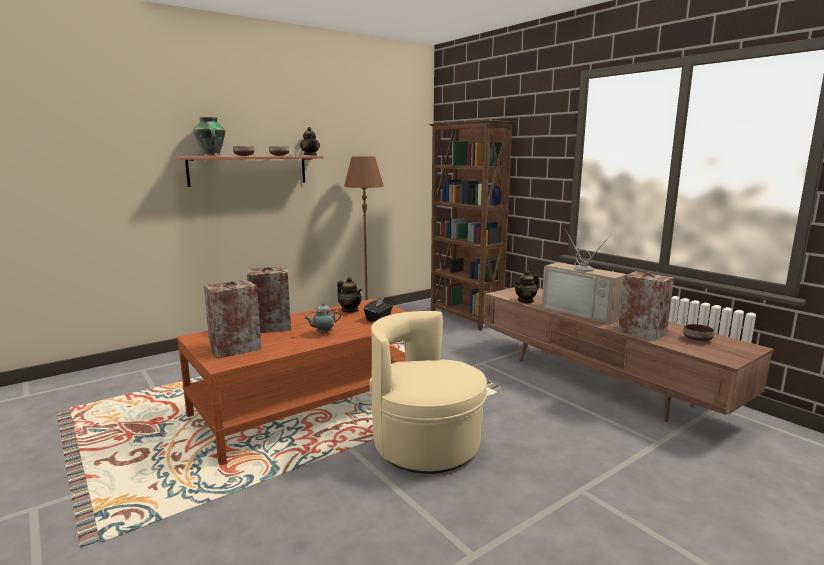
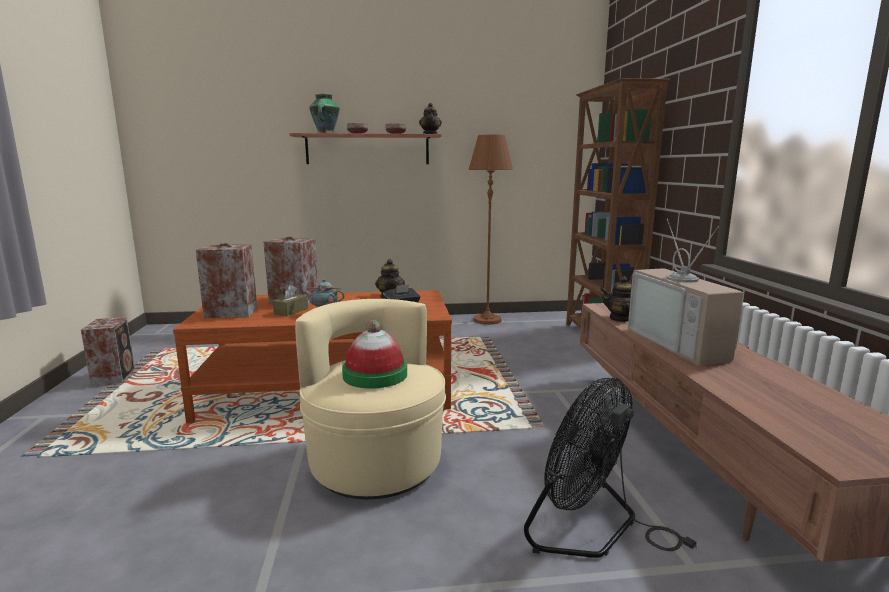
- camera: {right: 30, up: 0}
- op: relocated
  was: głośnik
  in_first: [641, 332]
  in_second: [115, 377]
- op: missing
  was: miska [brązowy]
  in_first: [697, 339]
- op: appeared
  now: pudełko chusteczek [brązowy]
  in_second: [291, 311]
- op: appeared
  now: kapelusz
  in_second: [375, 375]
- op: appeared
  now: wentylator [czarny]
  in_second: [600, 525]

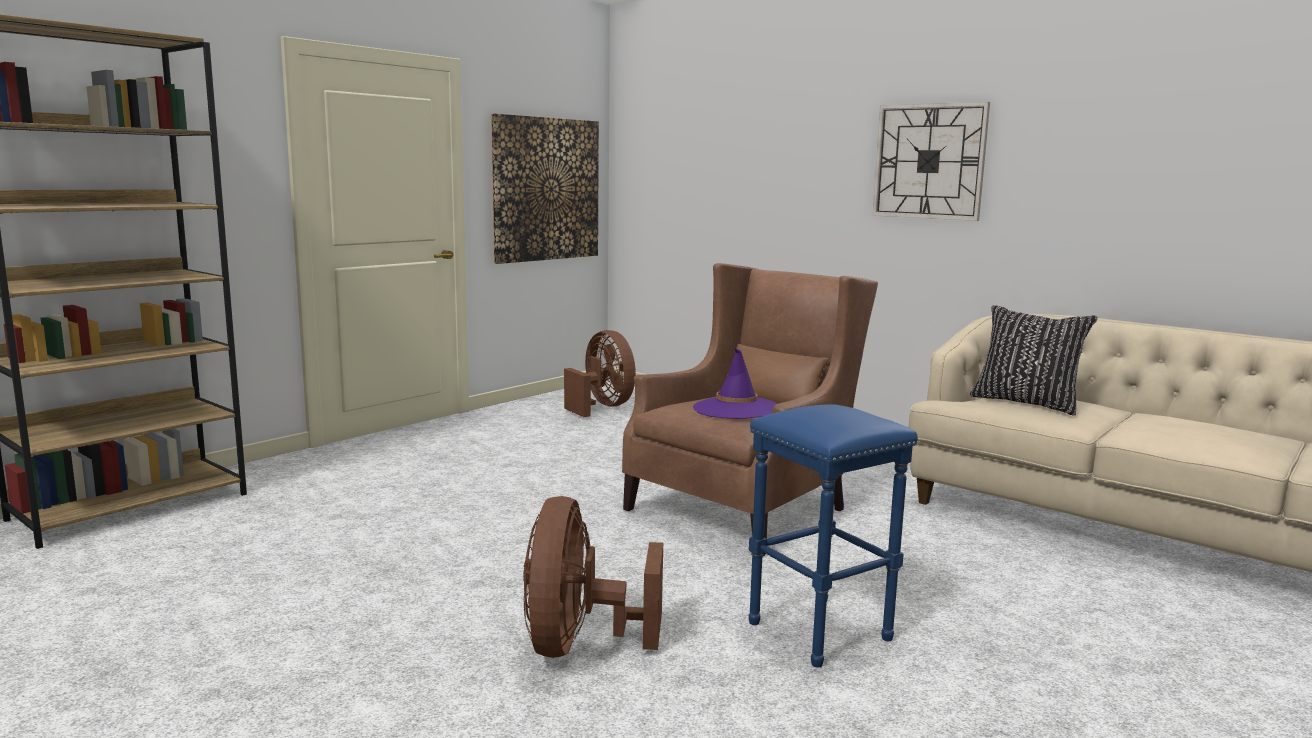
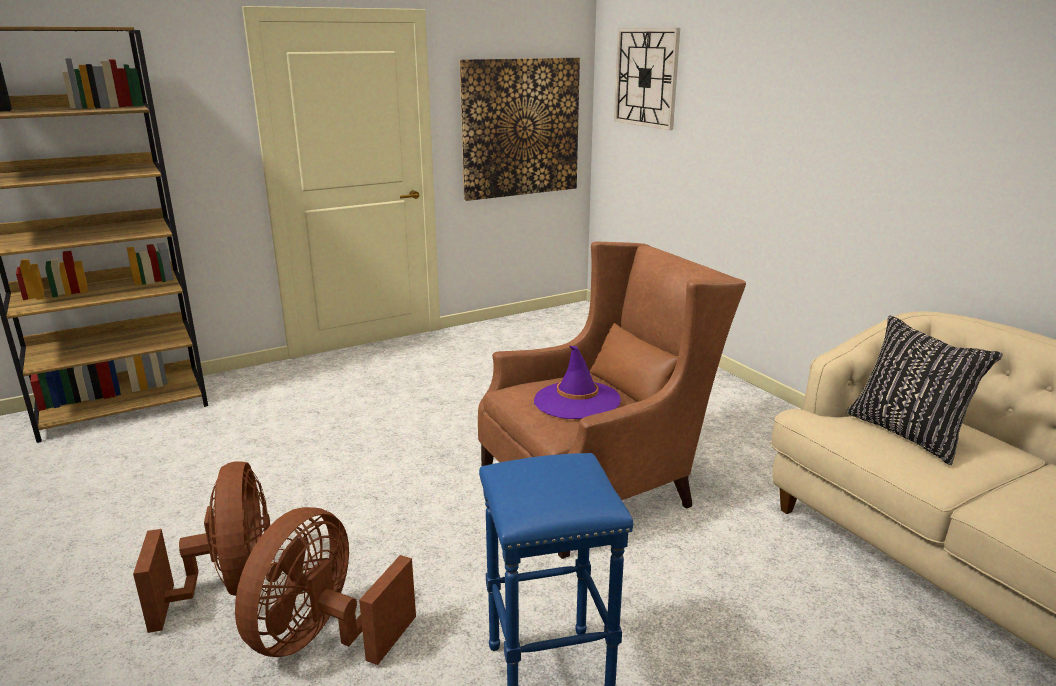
- camera: {right: 20, up: 10}
- op: relocated
  was: wentylator [brązowy]
  in_first: [602, 407]
  in_second: [231, 586]
- op: relocated
  was: zegar ścienny
  in_first: [929, 161]
  in_second: [646, 77]

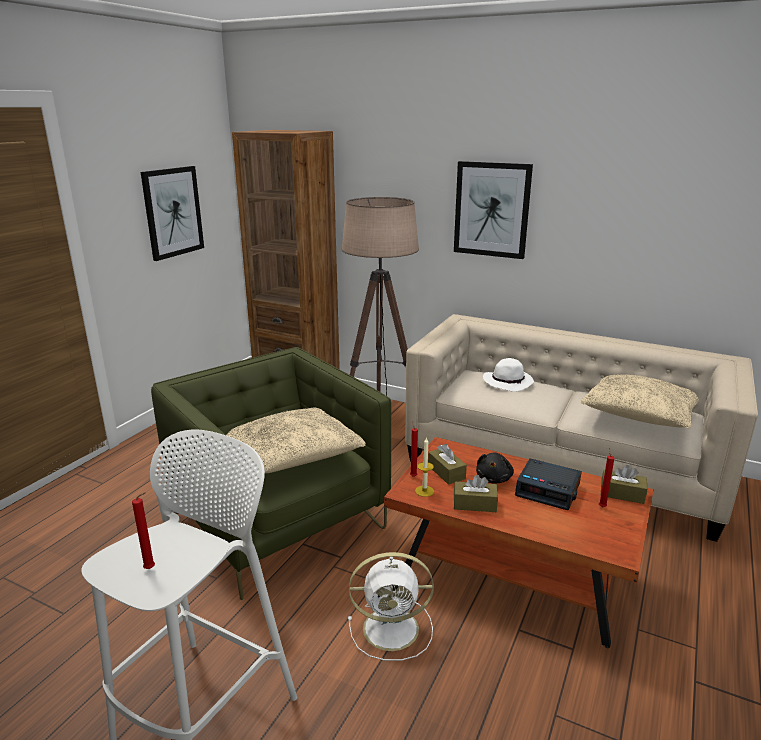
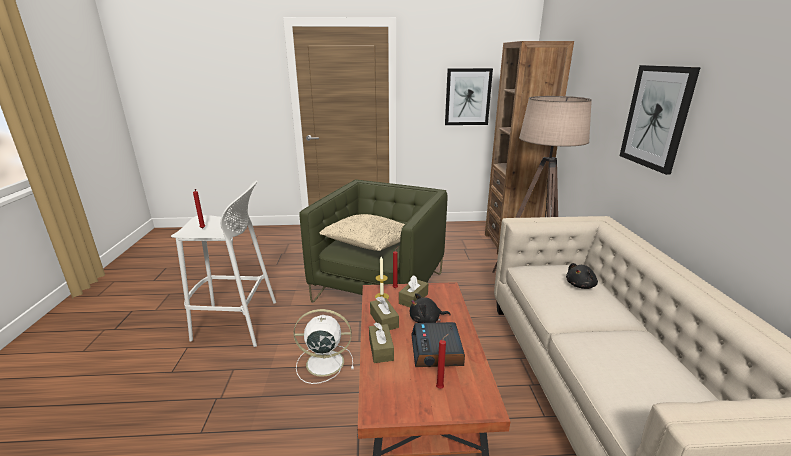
- camera: {right: 60, up: 0}
- op: spun
  was: wentylator [biały]
  in_first: [393, 628]
  in_second: [323, 363]
  clockwise: 120
- op: exchanged
  was: kapelusz [biały]
  now: pluszak [czarny]
  in_first: [508, 382]
  in_second: [581, 285]
- op: missing
  was: poduszka [beżowy]
  in_first: [639, 416]
- op: relocated
  was: pudełko chusteczek [brązowy]
  in_first: [622, 494]
  in_second: [381, 349]

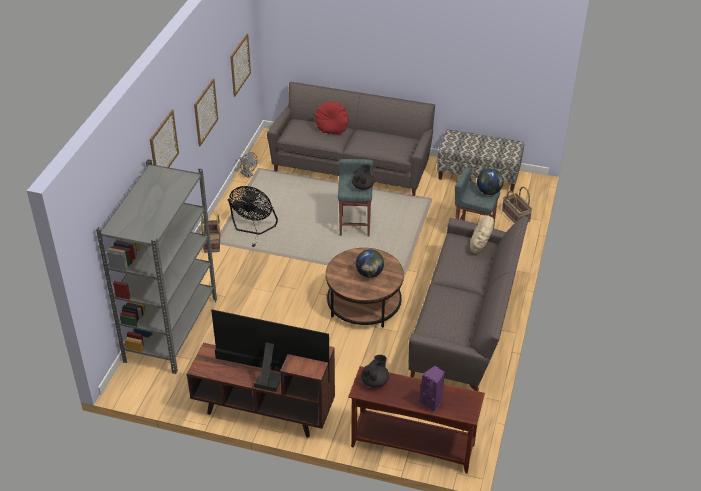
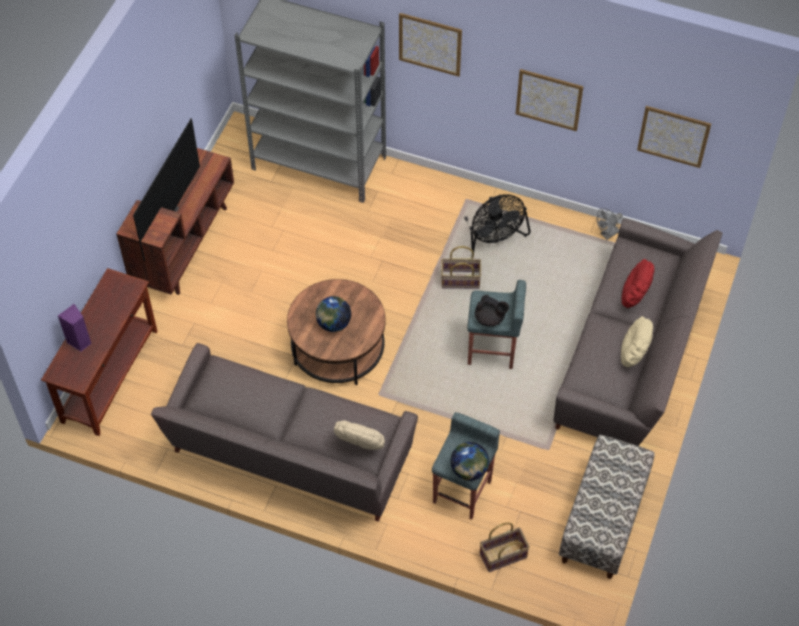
- camera: {right: 95, up: 15}
- op: relocated
  was: koszyk
  in_first: [212, 243]
  in_second: [460, 281]
- op: spun
  was: wentylator [czarny]
  in_first: [252, 229]
  in_second: [491, 237]
  clockwise: 45
- op: missing
  was: imbryk [czarny]
  in_first: [375, 381]
- op: appeared
  now: poduszka [beżowy]
  in_second: [633, 354]

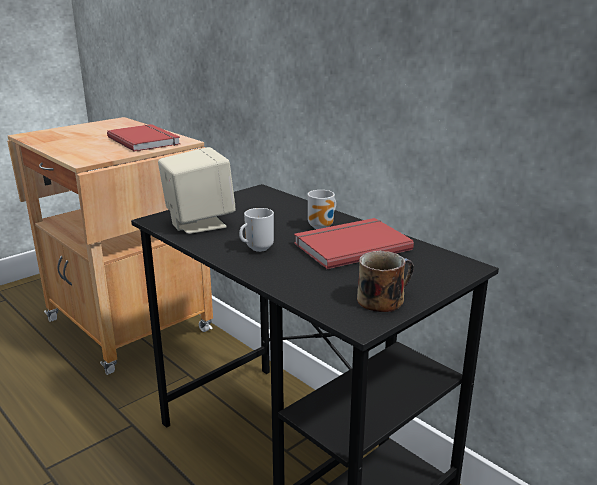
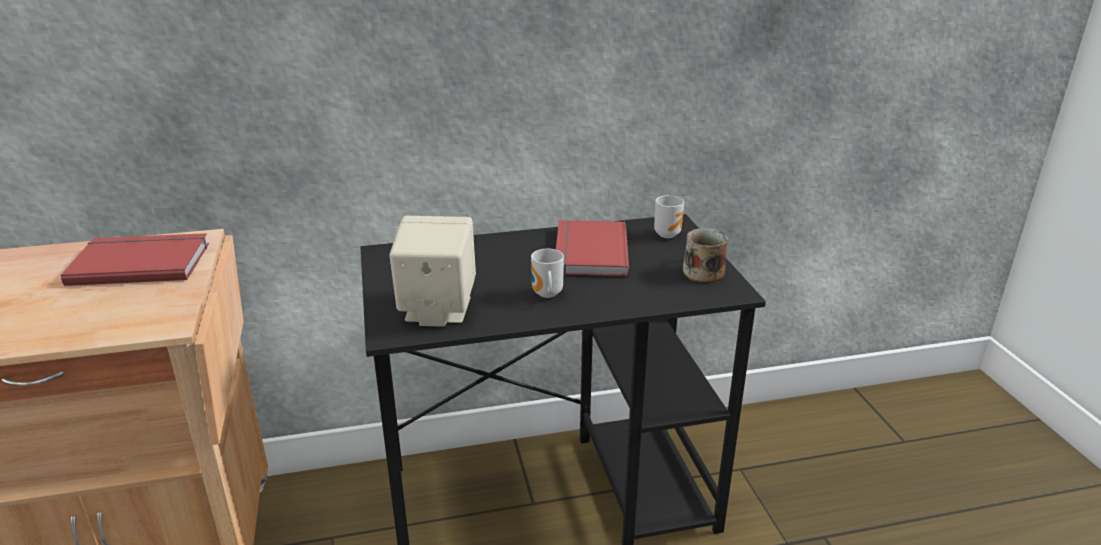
- camera: {right: -60, up: 5}
- op: relocated
  was: kubek
  in_first: [323, 227]
  in_second: [667, 234]

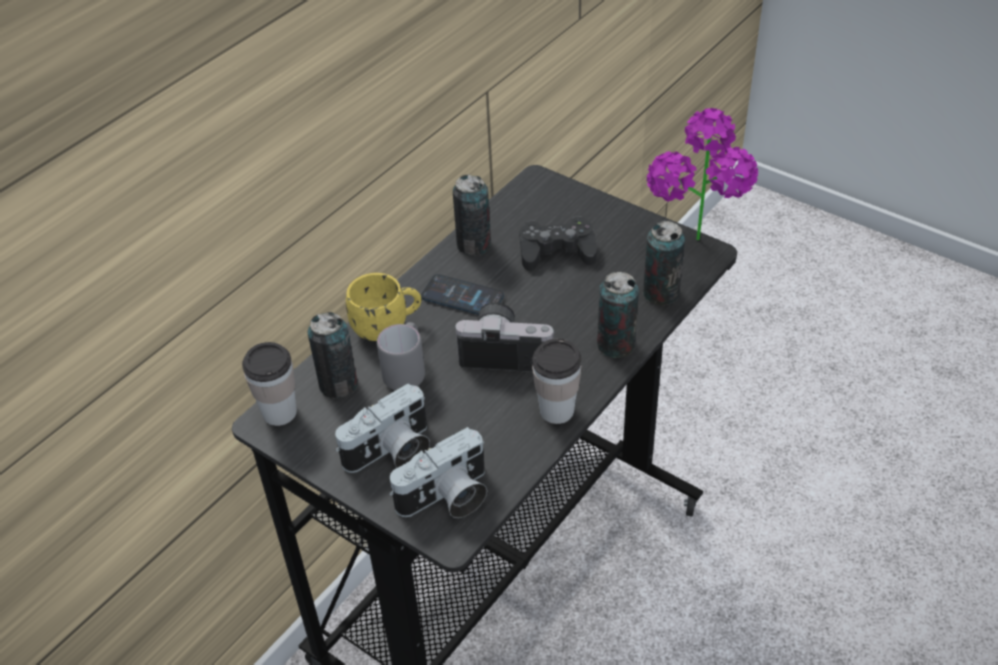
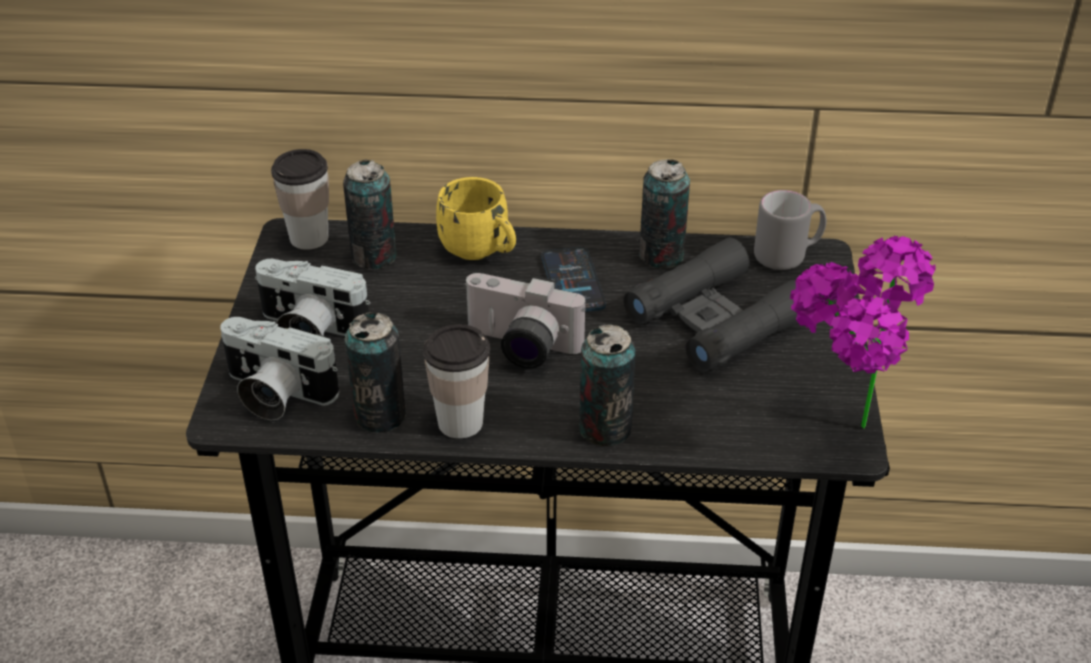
- camera: {right: 55, up: -5}
- op: relocated
  was: kubek [szary]
  in_first: [407, 371]
  in_second: [788, 256]
- op: spun
  was: aparat fotograficzny
  in_first: [507, 351]
  in_second: [519, 347]
  clockwise: 135
- op: exchanged
  was: pad do gier [czarny]
  now: lornetka [czarny]
  in_first: [557, 251]
  in_second: [716, 319]
- op: relocated
  was: puszka
  in_first: [661, 293]
  in_second: [380, 415]

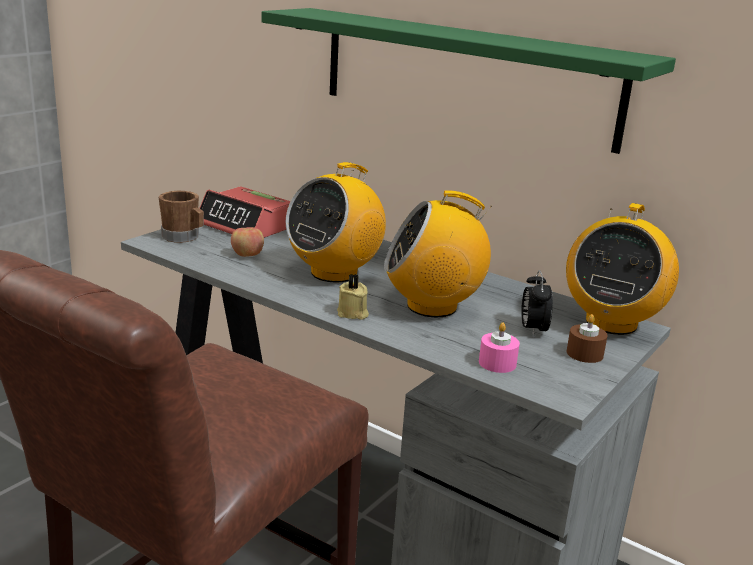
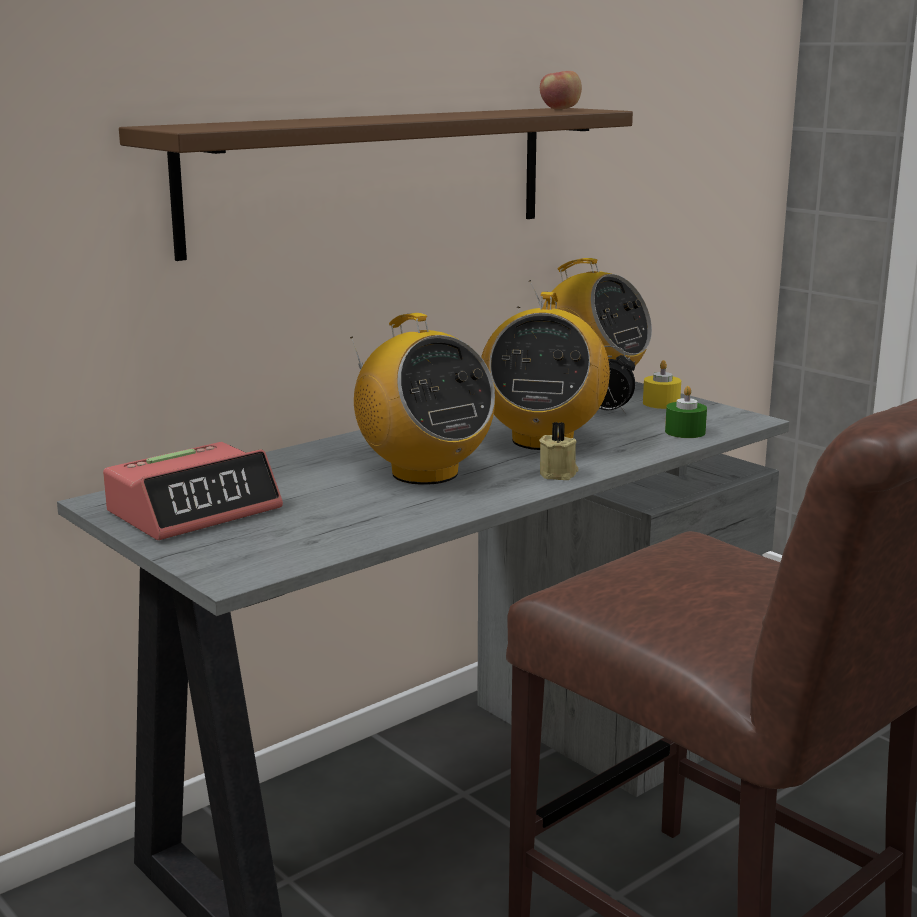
- camera: {right: -75, up: -5}
- op: missing
  was: kubek [brązowy]
  in_first: [183, 237]
- op: relocated
  was: jabłko
  in_first: [247, 255]
  in_second: [560, 109]
- op: colour
  was: półka [zielony]
  now: półka [brązowy]
  in_first: [465, 76]
  in_second: [371, 177]
- op: colour
  was: świeca [różowy]
  now: świeca [zielony]
  in_first: [497, 363]
  in_second: [685, 432]
- op: colour
  was: świeca [brązowy]
  now: świeca [żółty]
  in_first: [584, 353]
  in_second: [661, 403]

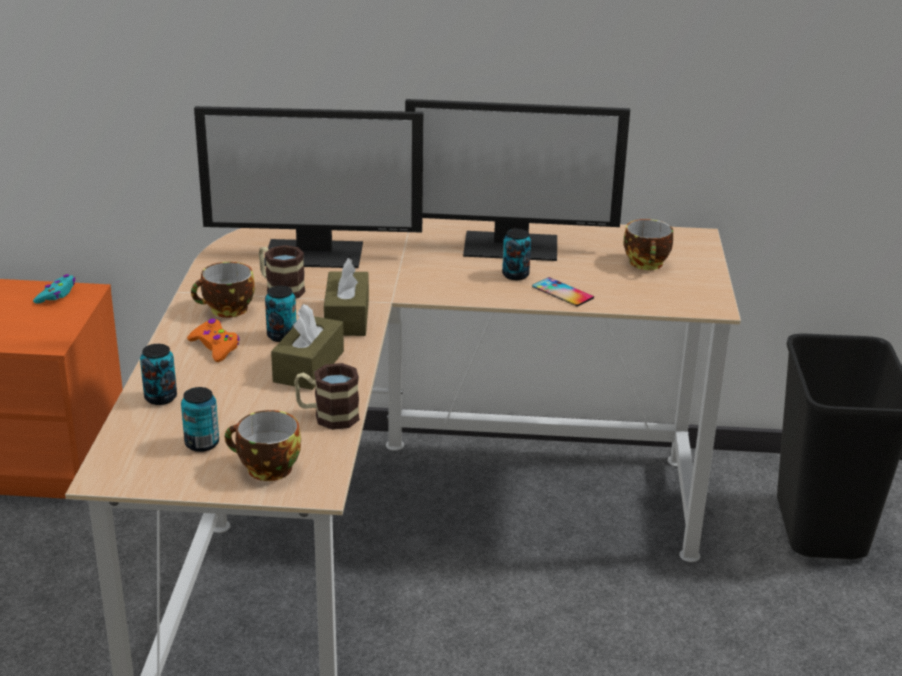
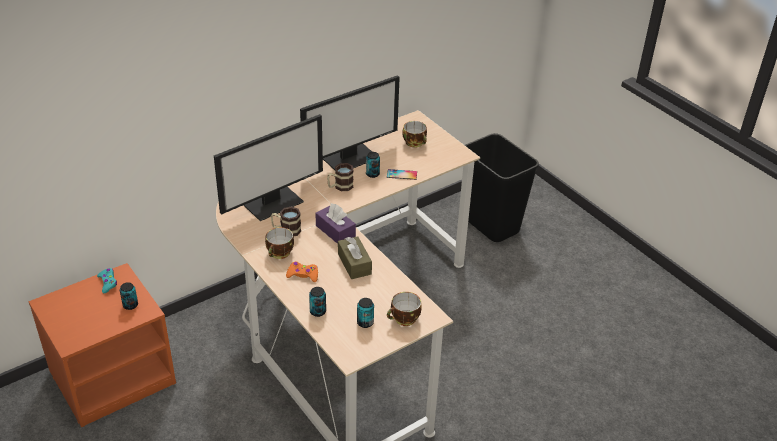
- camera: {right: -40, up: 10}
- op: relocated
  was: puszka
  in_first: [282, 336]
  in_second: [130, 305]
- op: relocated
  was: kubek
  in_first: [327, 416]
  in_second: [340, 187]
- op: colour
  was: pudełko chusteczek [brązowy]
  now: pudełko chusteczek [fioletowy]
  in_first: [347, 317]
  in_second: [335, 231]

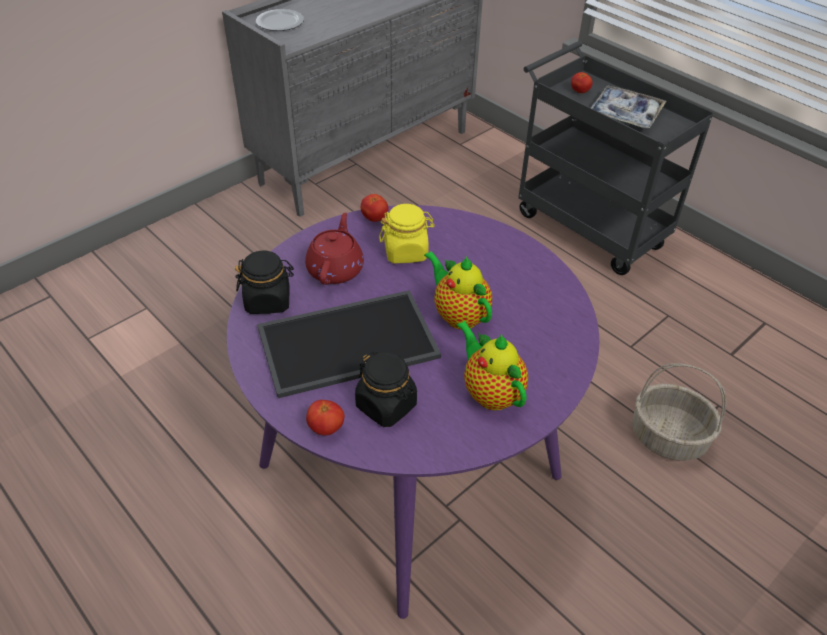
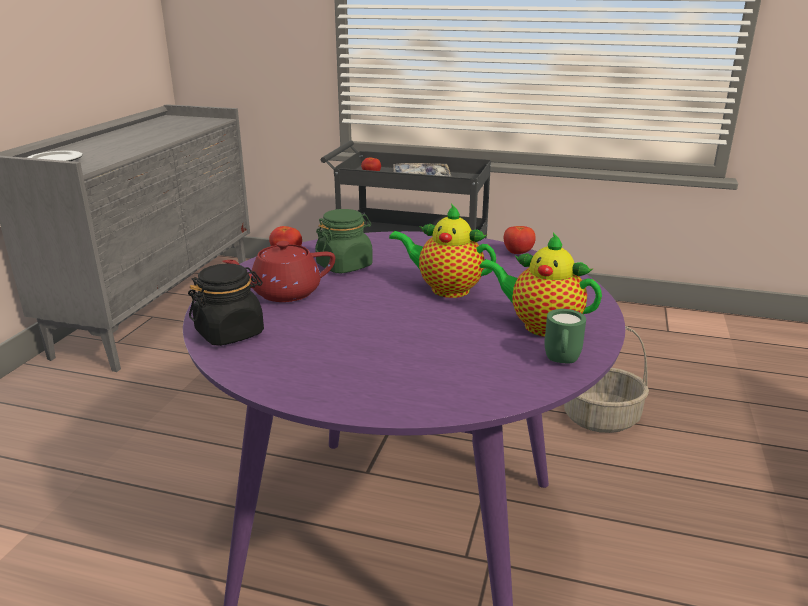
- camera: {right: -30, up: -20}
- op: missing
  was: taca
  in_first: [347, 345]
- op: spun
  was: imbryk [czerwony]
  in_first: [336, 269]
  in_second: [284, 293]
  clockwise: -90
- op: relocated
  was: pomidor
  in_first: [326, 428]
  in_second: [518, 253]
- op: missing
  was: słoik [czarny]
  in_first: [386, 405]
- op: colour
  was: słoik [żółty]
  now: słoik [zielony]
  in_first: [406, 252]
  in_second: [344, 266]
- op: appeared
  now: kubek [zielony]
  in_second: [561, 362]

